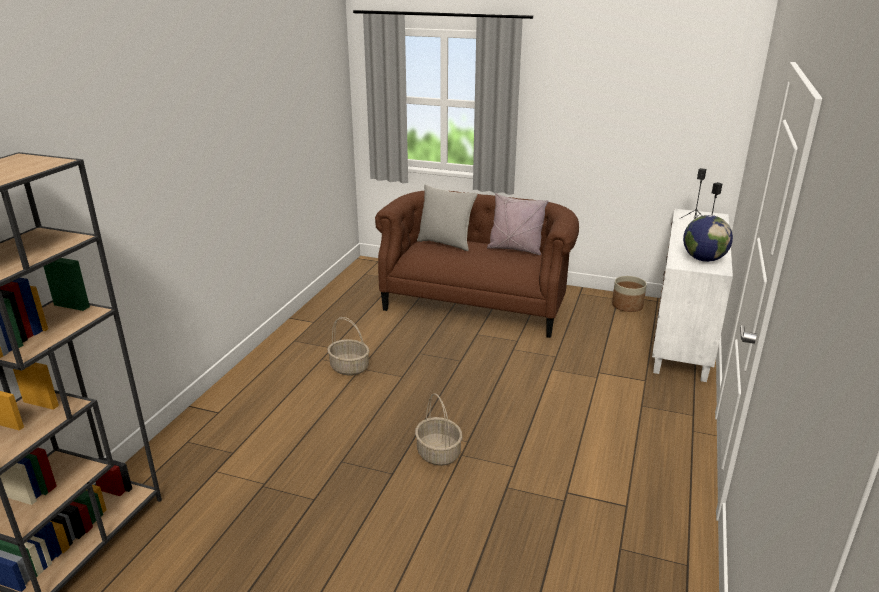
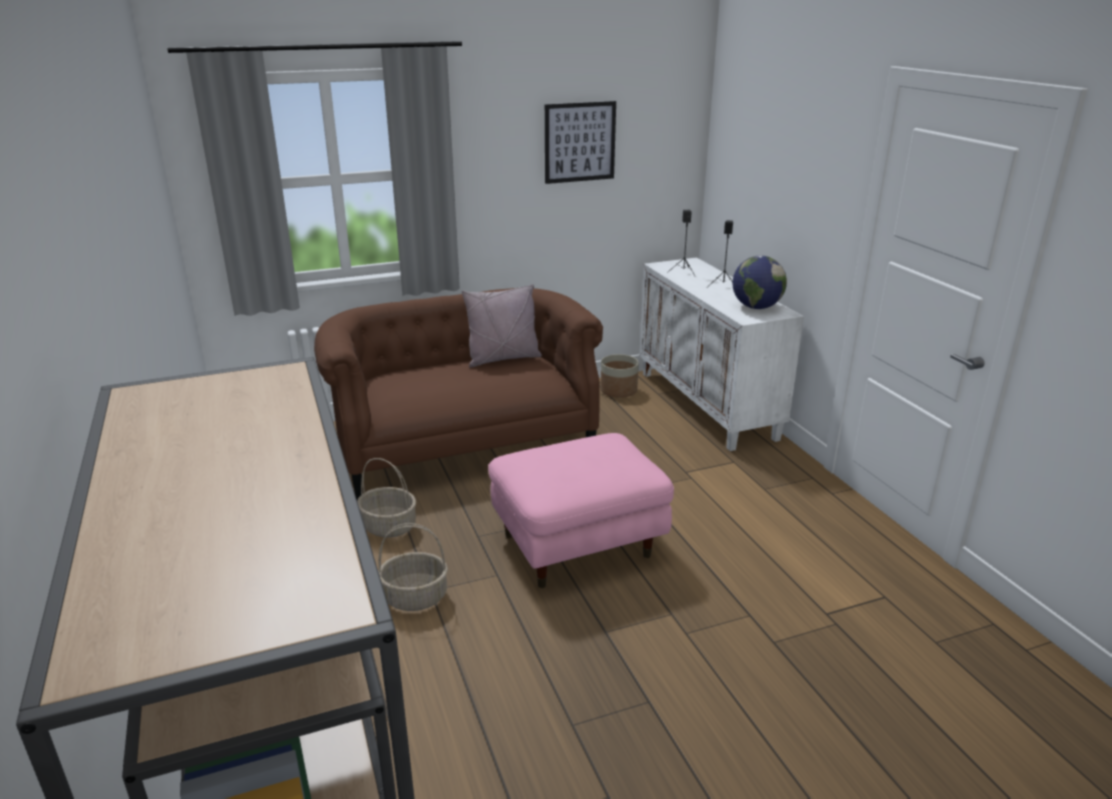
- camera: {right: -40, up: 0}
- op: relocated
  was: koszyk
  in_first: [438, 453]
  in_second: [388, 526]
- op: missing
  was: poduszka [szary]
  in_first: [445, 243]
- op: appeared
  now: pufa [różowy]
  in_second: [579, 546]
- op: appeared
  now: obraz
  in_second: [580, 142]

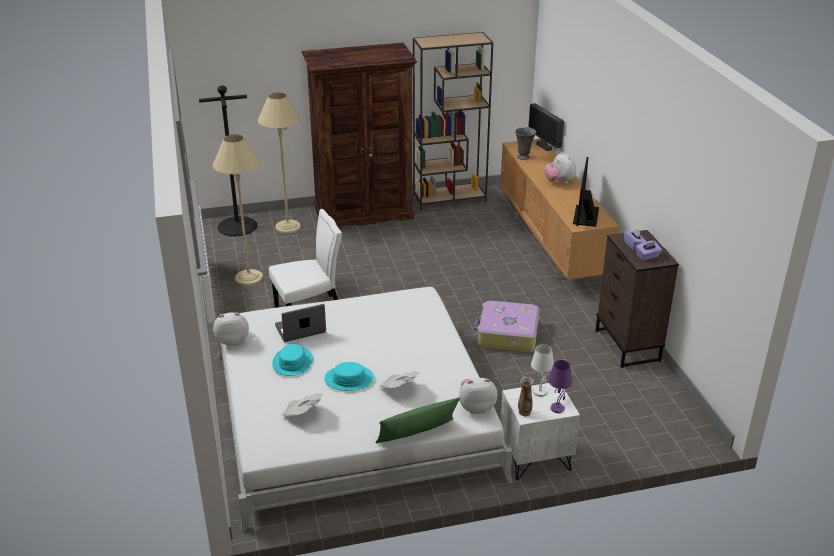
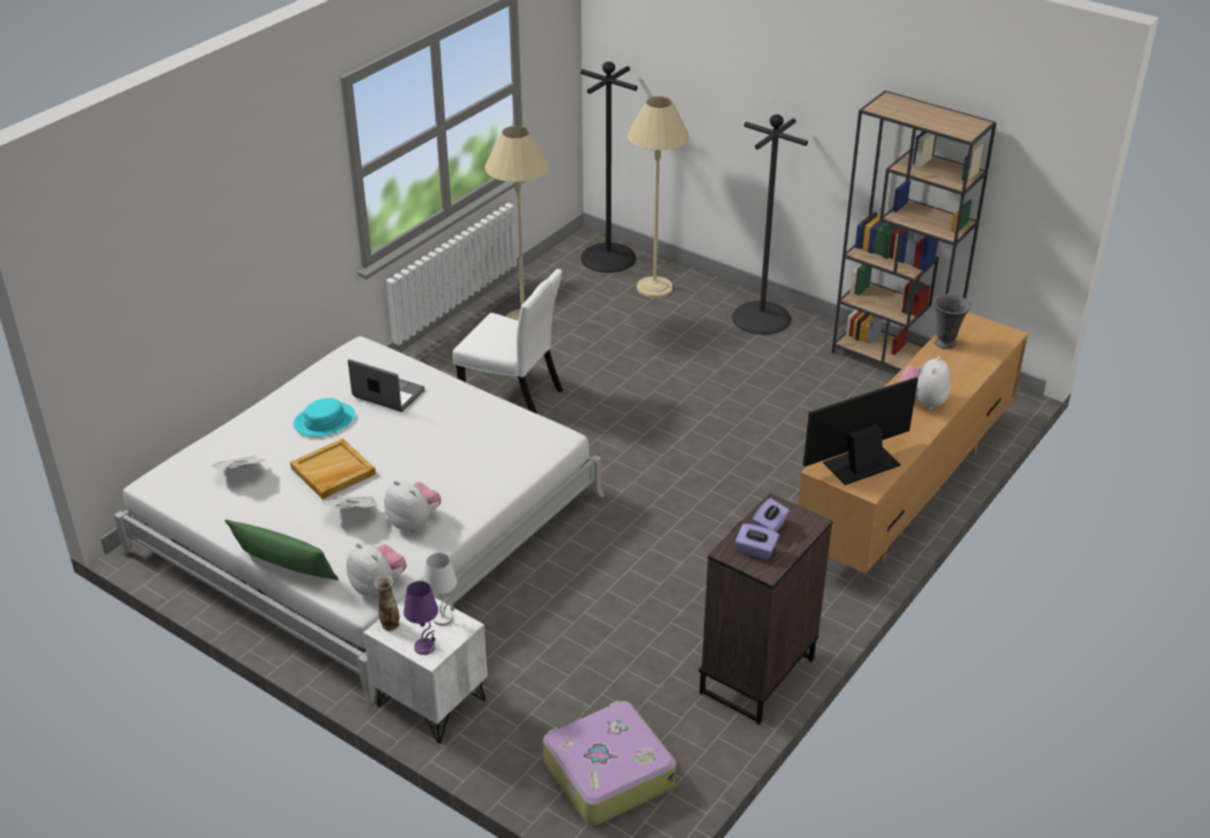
- camera: {right: 50, up: 5}
- op: relocated
  was: pluszak
  in_first: [232, 340]
  in_second: [414, 523]
- op: exchanged
  was: szafa [brązowy]
  now: wieszak [czarny]
  in_first: [363, 212]
  in_second: [761, 318]
- op: exchanged
  was: kapelusz [turkusowy]
  now: taca [beżowy]
  in_first: [349, 379]
  in_second: [333, 472]
- op: relocated
  was: walizka
  in_first: [507, 335]
  in_second: [607, 773]
- op: missing
  was: monitor
  in_first: [544, 147]

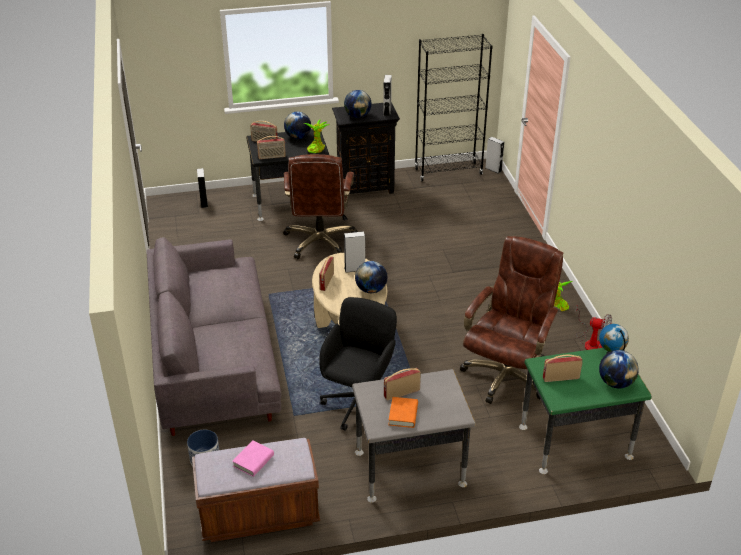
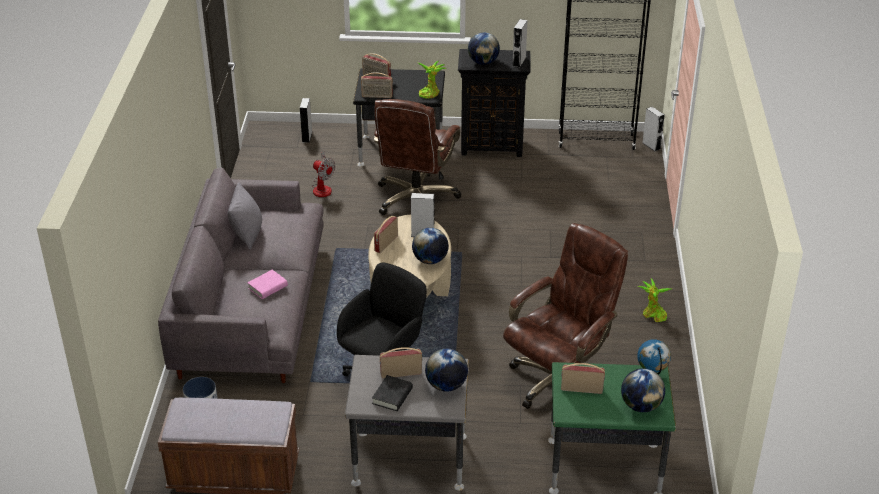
- camera: {right: 15, up: 0}
- op: relocated
  was: książka [różowy]
  in_first: [253, 461]
  in_second: [267, 287]
- op: relocated
  was: globus
  in_first: [298, 137]
  in_second: [446, 385]
- op: colour
  was: książka [pomarańczowy]
  now: książka [czarny]
  in_first: [403, 415]
  in_second: [392, 396]
- op: relocated
  was: wentylator
  in_first: [591, 342]
  in_second: [323, 187]
- op: appeared
  now: poduszka [szary]
  in_second: [247, 234]

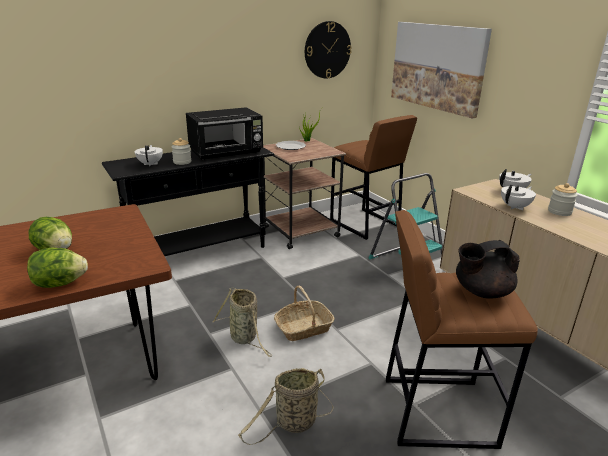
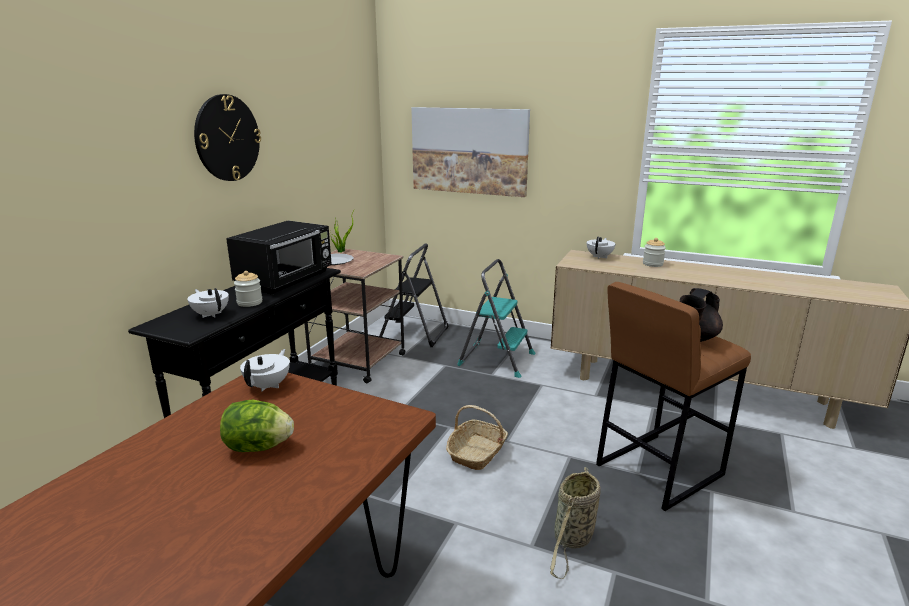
- camera: {right: -35, up: -5}
- op: missing
  was: sałata
  in_first: [60, 283]
- op: missing
  was: koszyk
  in_first: [244, 338]
- op: relocated
  was: zegar ścienny
  in_first: [327, 50]
  in_second: [227, 138]
- op: exchanged
  was: stołek [brązowy]
  now: drabinka [czarny]
  in_first: [366, 224]
  in_second: [416, 334]
- op: relocated
  was: imbryk [biały]
  in_first: [515, 207]
  in_second: [268, 386]

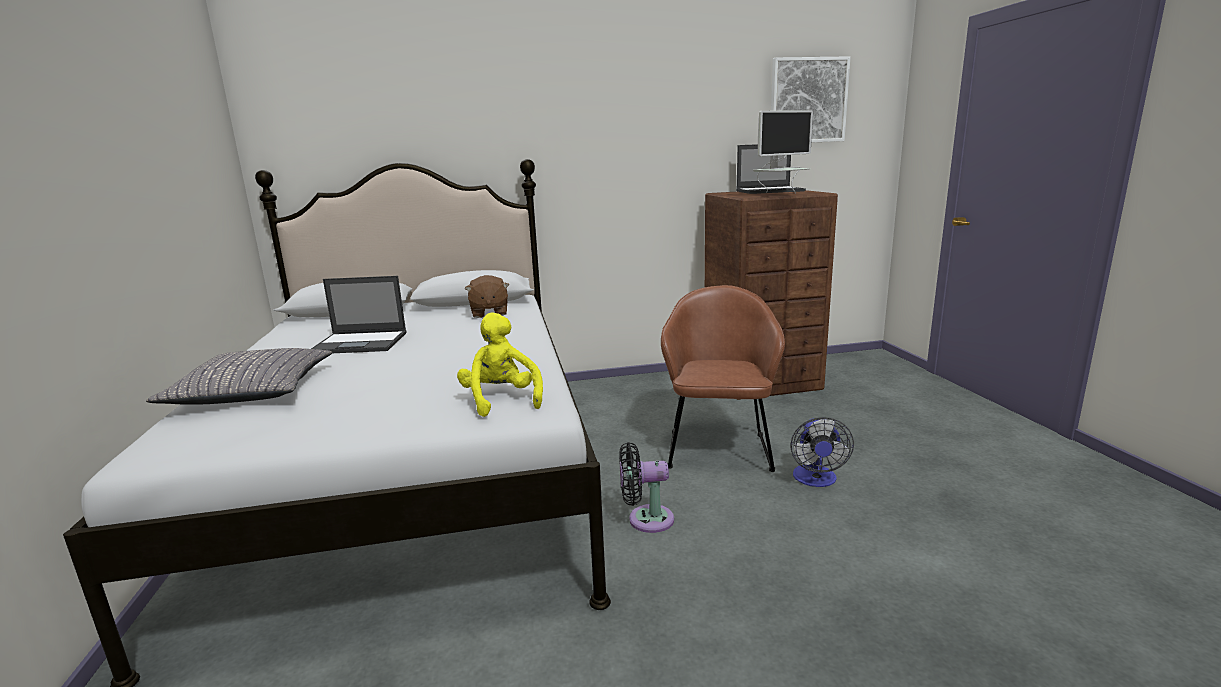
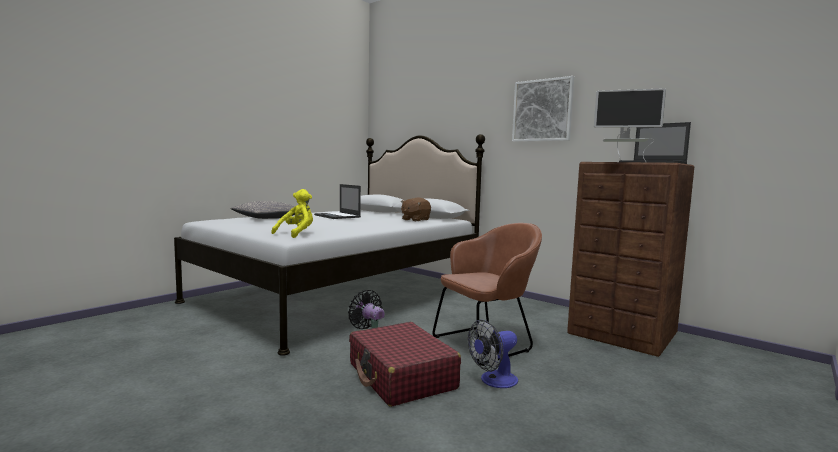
- camera: {right: 50, up: -10}
- op: relocated
  was: obraz
  in_first: [808, 101]
  in_second: [542, 110]
- op: appeared
  now: walizka [czerwony]
  in_second: [401, 376]

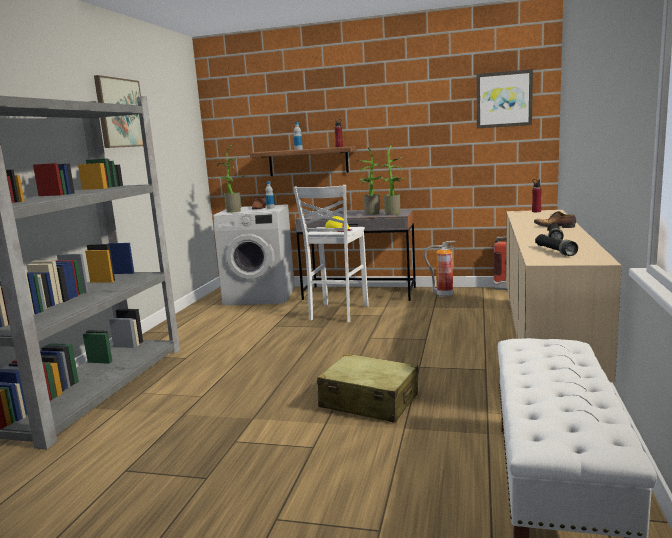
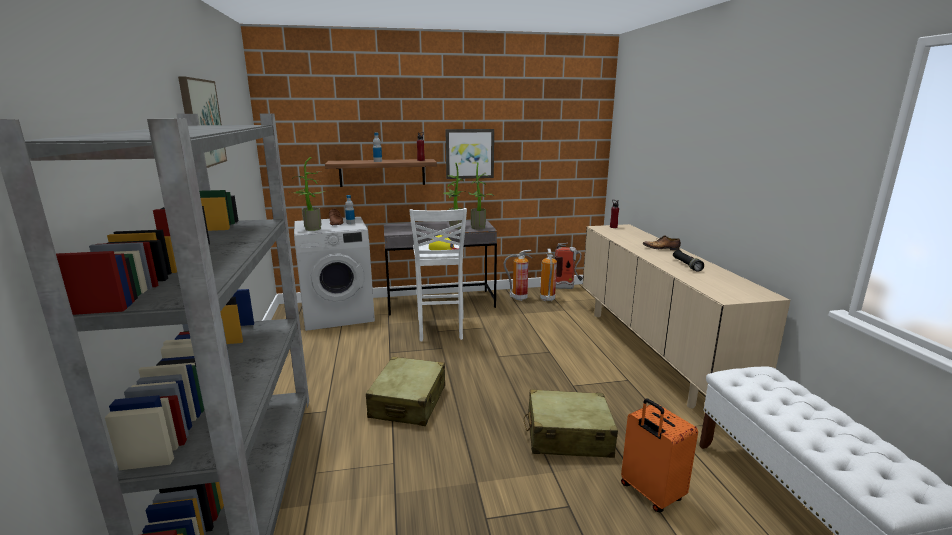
- camera: {right: -25, up: 5}
- op: relocated
  was: obraz
  in_first: [504, 99]
  in_second: [469, 153]
- op: missing
  was: latarka [czarny]
  in_first: [555, 251]
- op: appeared
  now: walizka [beżowy]
  in_second: [408, 402]
- op: appeared
  now: gaśnica
  in_second: [547, 299]
- op: appeared
  now: walizka [pomarańczowy]
  in_second: [650, 493]

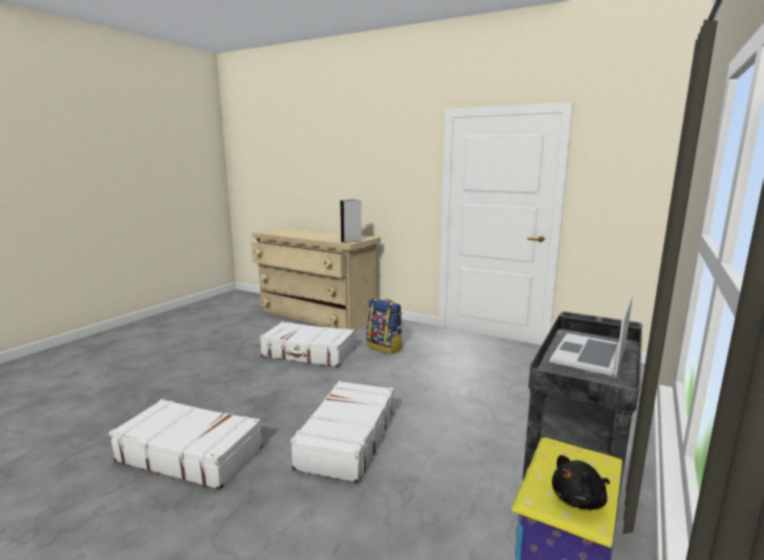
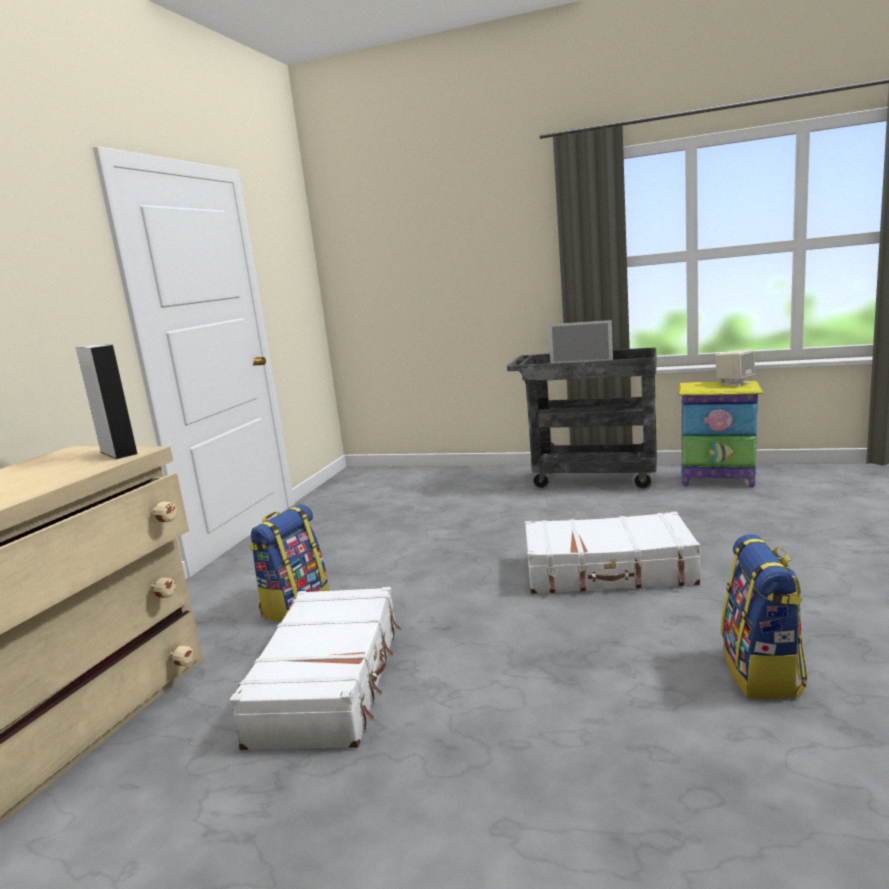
- camera: {right: -100, up: 0}
- op: exchanged
  was: walizka [biały]
  now: plecak
  in_first: [190, 454]
  in_second: [762, 673]
- op: exchanged
  was: pluszak [czarny]
  now: głośnik [beżowy]
  in_first: [580, 499]
  in_second: [734, 383]

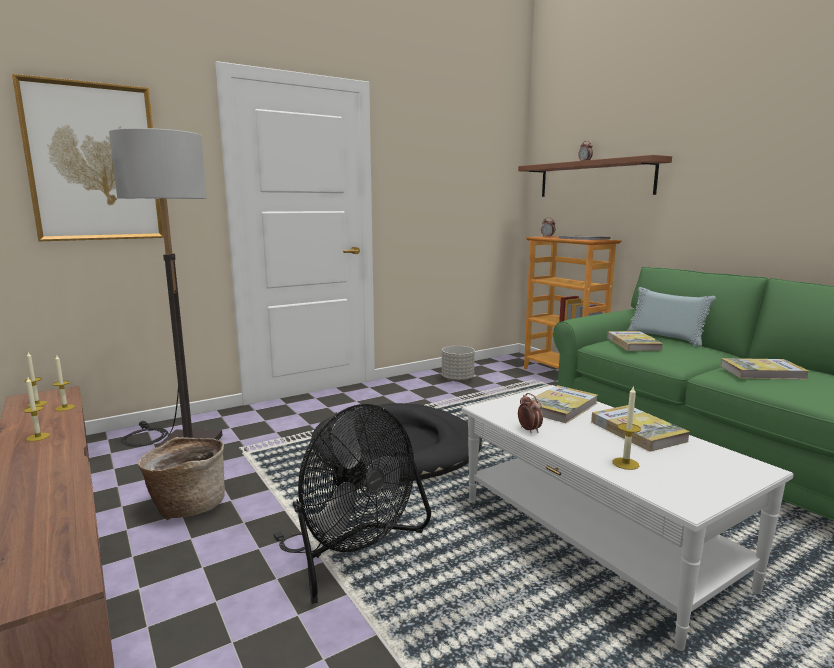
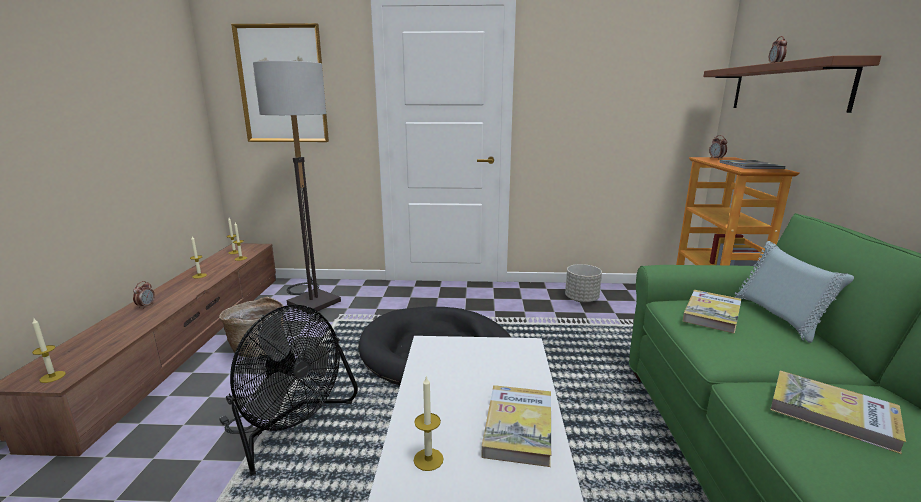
- camera: {right: 35, up: 5}
- op: spun
  was: wentylator [czarny]
  in_first: [348, 554]
  in_second: [286, 429]
  clockwise: -45
- op: relocated
  was: budzik
  in_first: [529, 430]
  in_second: [146, 306]
- op: missing
  was: książka
  in_first: [561, 407]
- op: appeared
  now: świeca
  in_second: [52, 377]

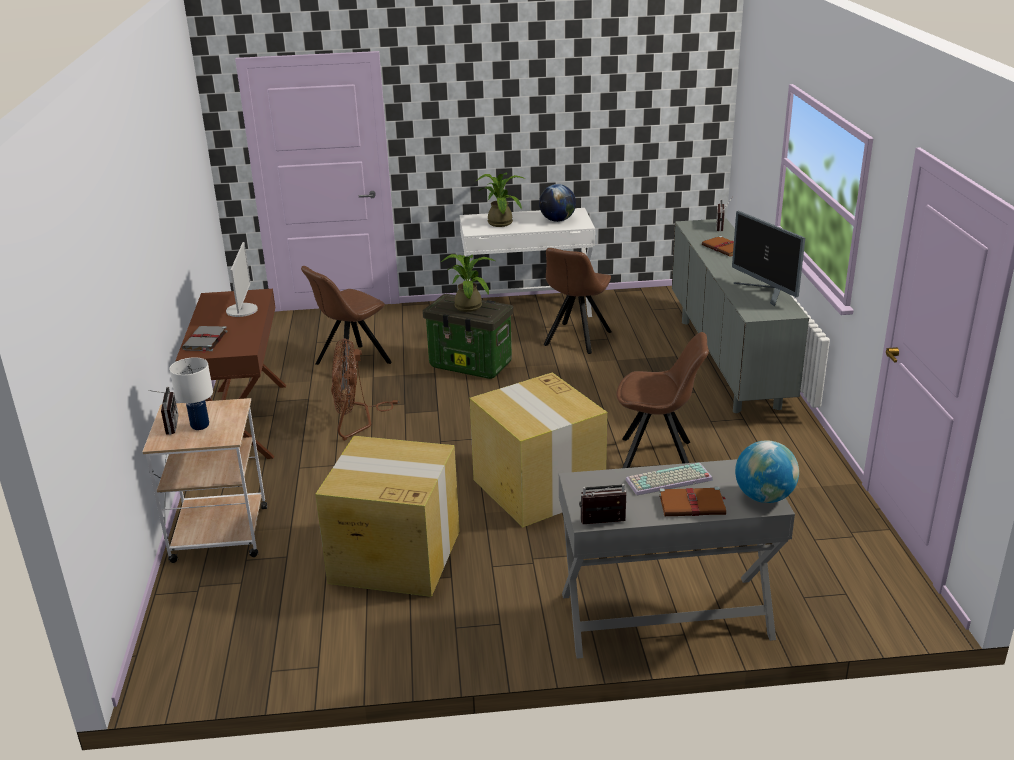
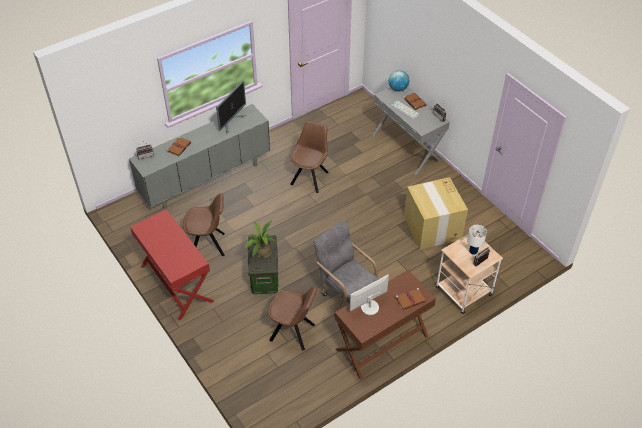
- camera: {right: -120, up: 20}
- op: colour
  was: książka [szary]
  now: książka [brązowy]
  in_first: [205, 341]
  in_second: [410, 299]
- op: exchanged
  was: wentylator [brązowy]
  now: krzesło biurowe [szary]
  in_first: [356, 416]
  in_second: [345, 297]
- op: colour
  was: biurko [biały]
  now: biurko [czerwony]
  in_first: [527, 308]
  in_second: [176, 283]
- op: missing
  was: karton
  in_first: [539, 488]
- op: missing
  was: roślina doniczkowa
  in_first: [500, 222]
- op: missing
  was: globus
  in_first: [557, 220]
- op: spun
  was: krzesło [brązowy]
  in_first: [657, 456]
  in_second: [310, 178]
  clockwise: 45

